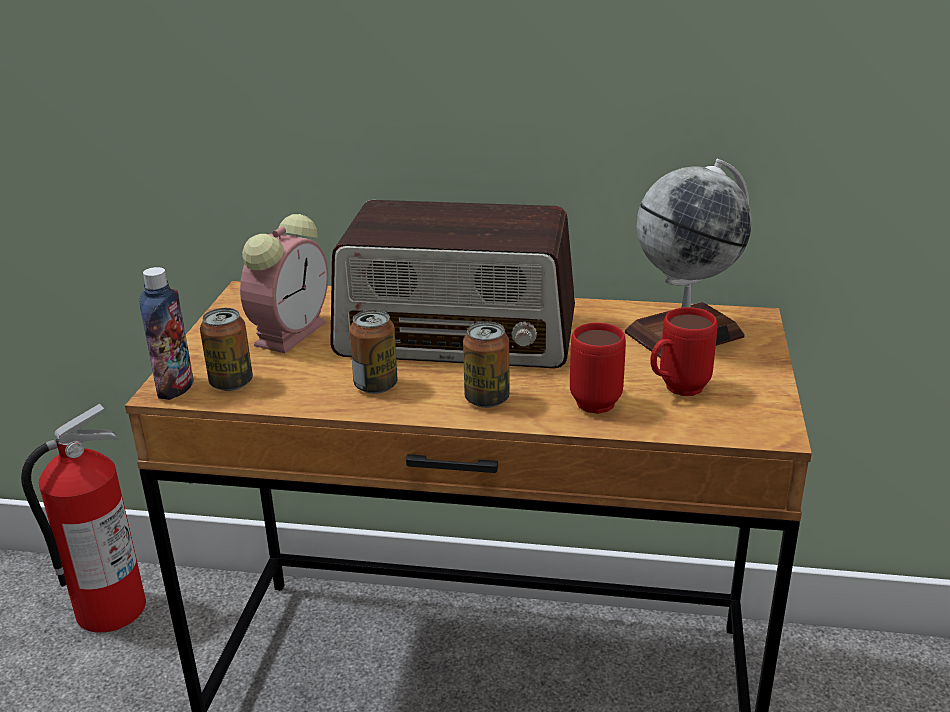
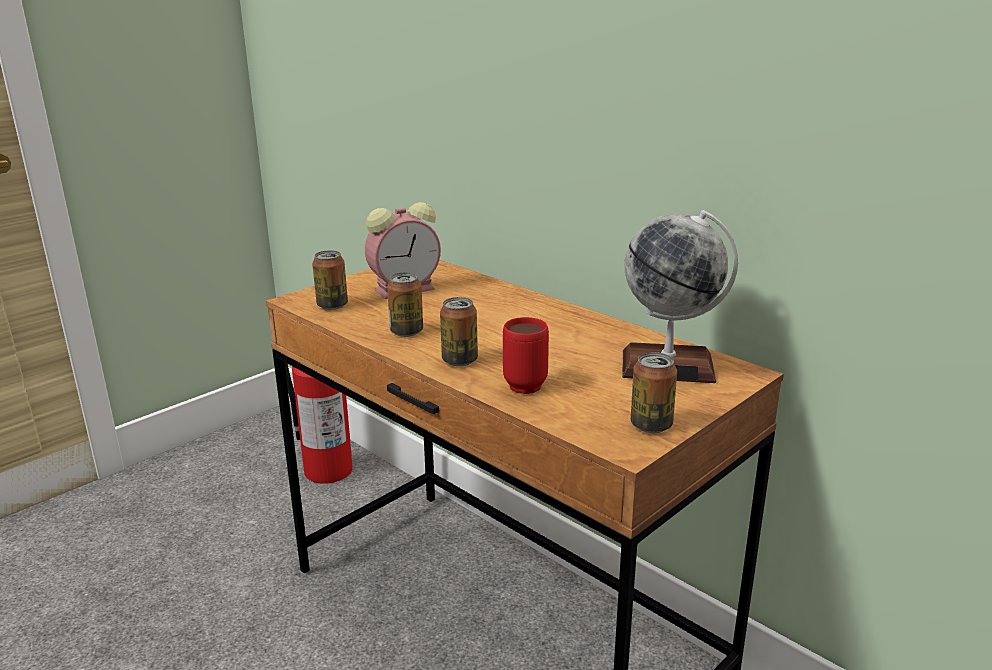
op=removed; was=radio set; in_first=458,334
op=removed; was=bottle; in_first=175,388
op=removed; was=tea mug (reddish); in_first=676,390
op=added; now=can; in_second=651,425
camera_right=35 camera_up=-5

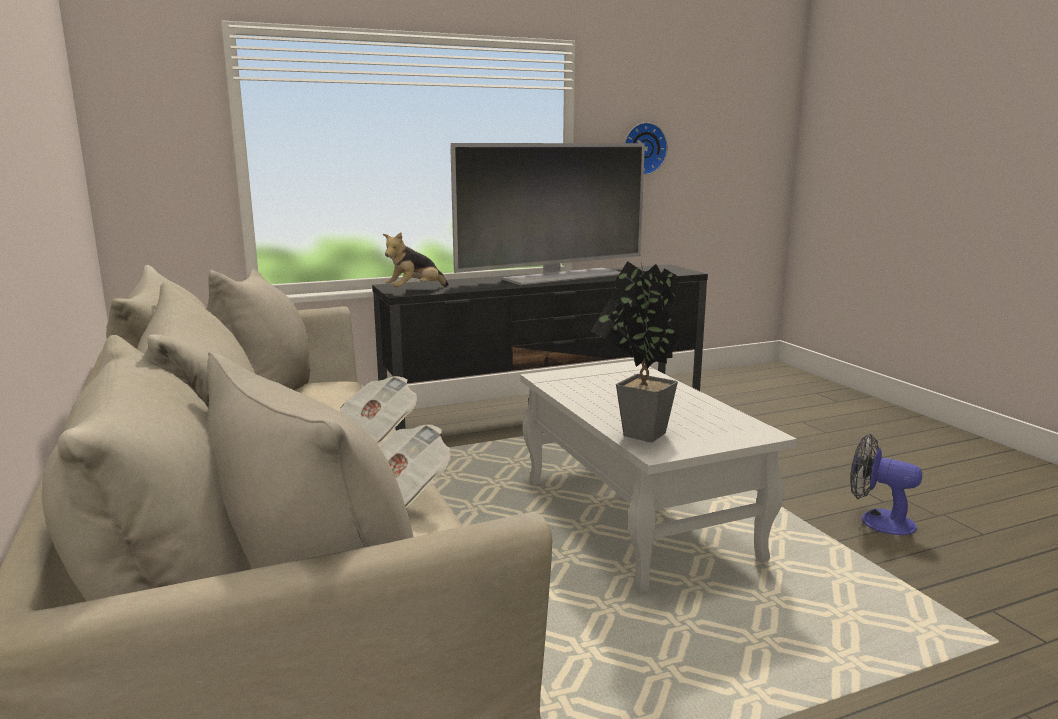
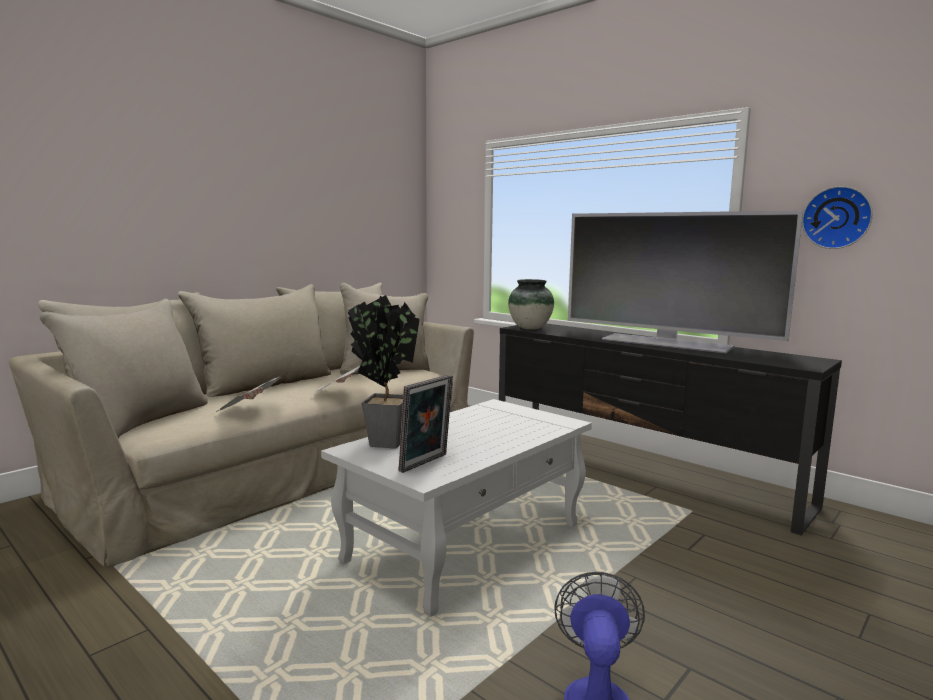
op=replaced; was=soft toy; now=vase; in_first=415,291; in_second=530,328
op=added; now=photo frame; in_second=426,463
camera_right=65 camera_up=-5

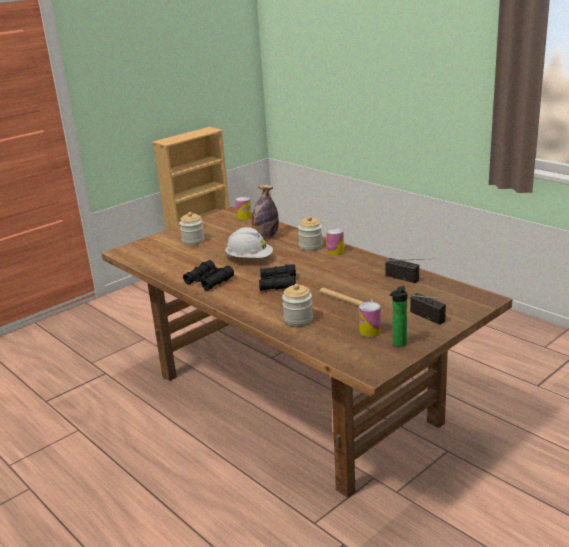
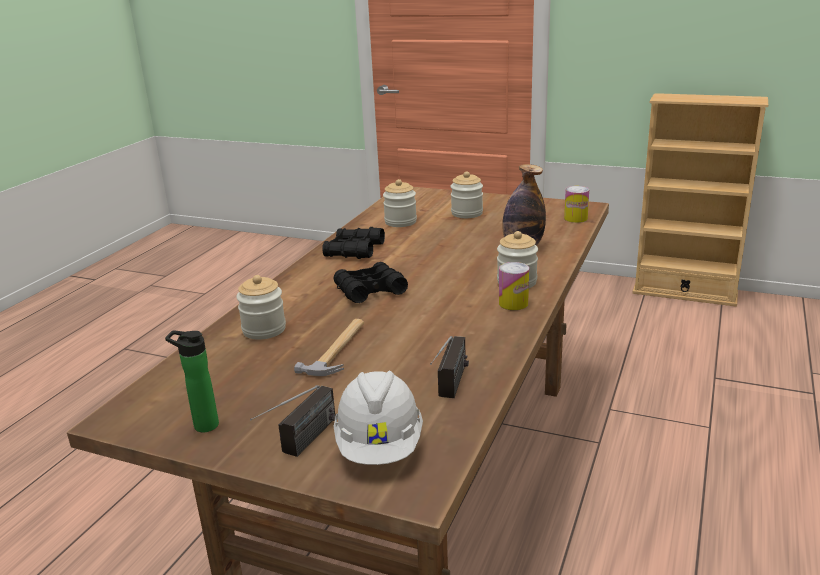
op=moved; was=safety helmet (white-coloured); in_first=249,259; in_second=380,445
op=removed; was=can; in_first=370,331
op=added; now=jar; in_second=400,222
camera_right=65 camera_up=0

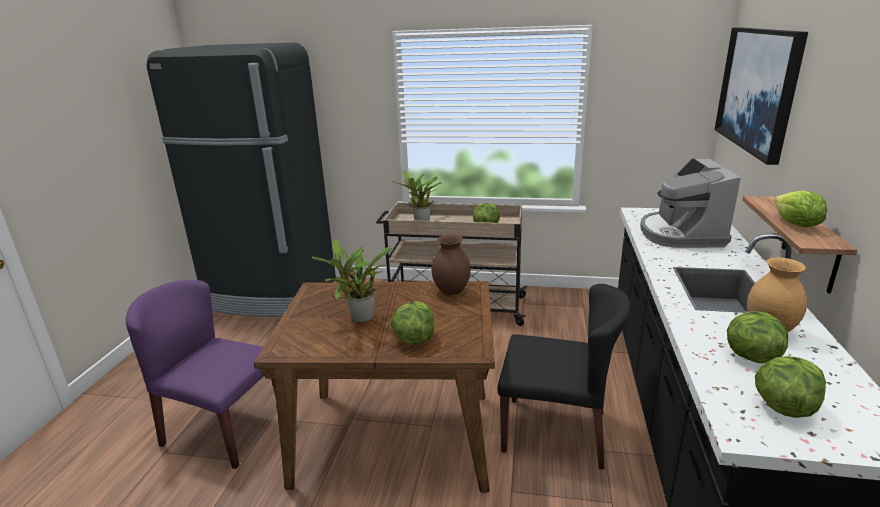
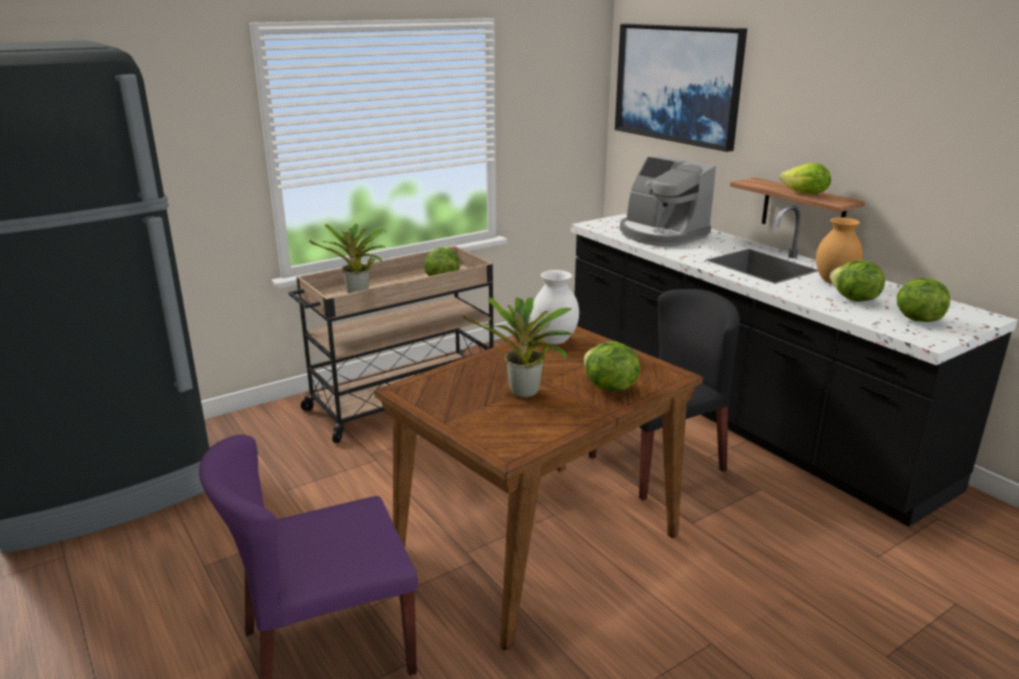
op=recoloured; was=vase (brown); now=vase (white-coloured); in_first=452,292; in_second=555,340
camera_right=-45 camera_up=0

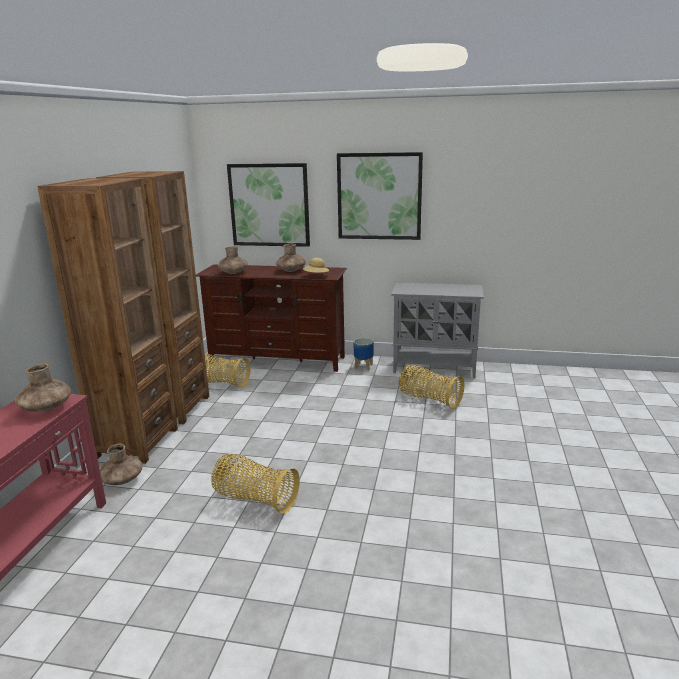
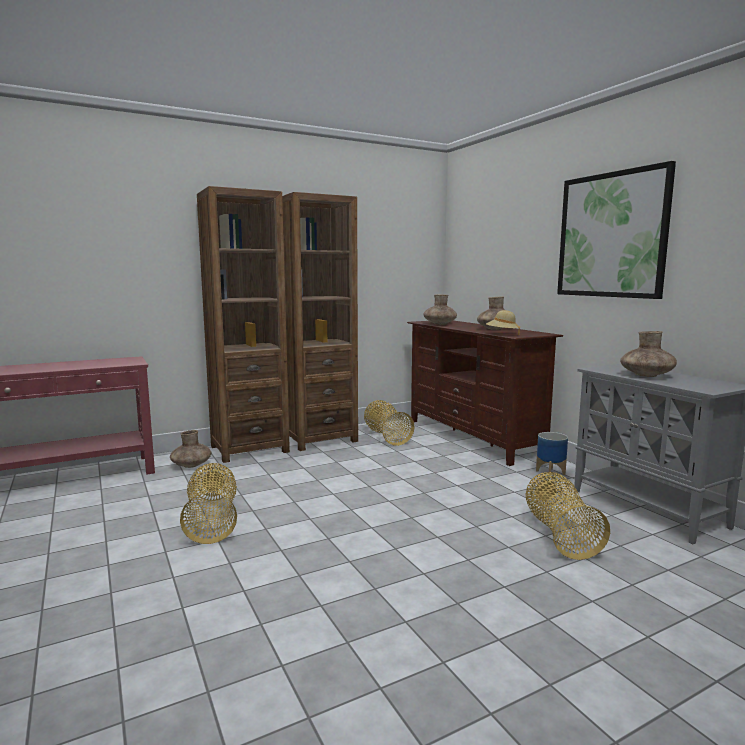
op=removed; was=wall picture; in_first=269,205
op=moved; was=vase (brown); in_first=46,408; in_second=646,375
camera_right=50 camera_up=-10

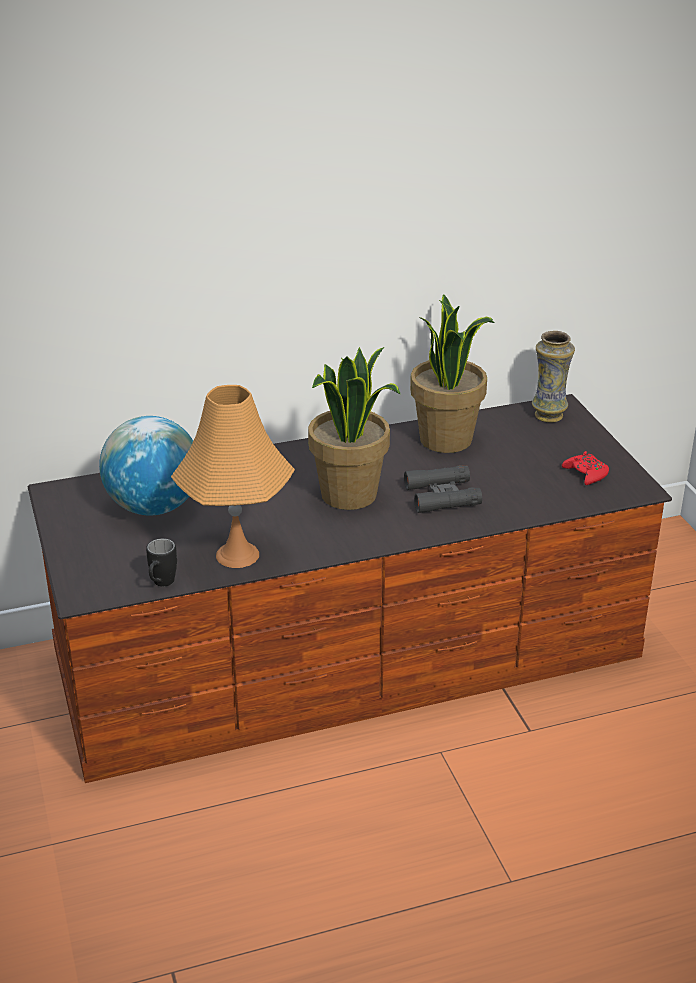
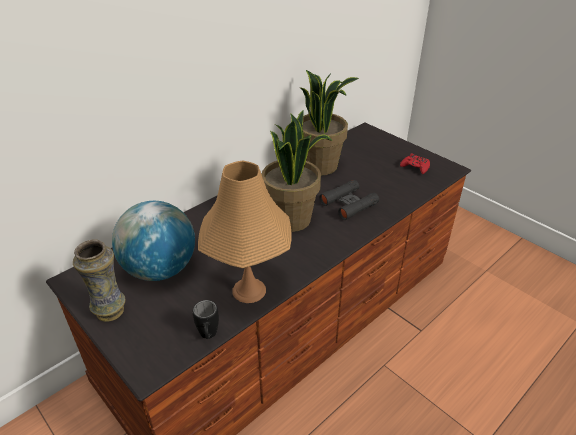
op=moved; was=vase; in_first=548,415; in_second=110,310
camera_right=-25 camera_up=5

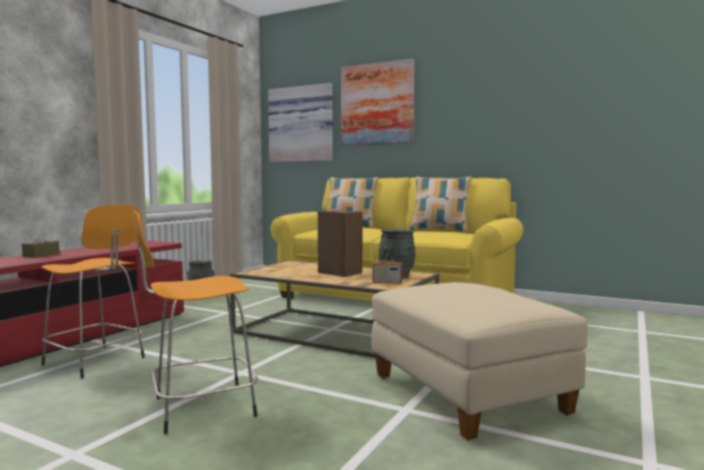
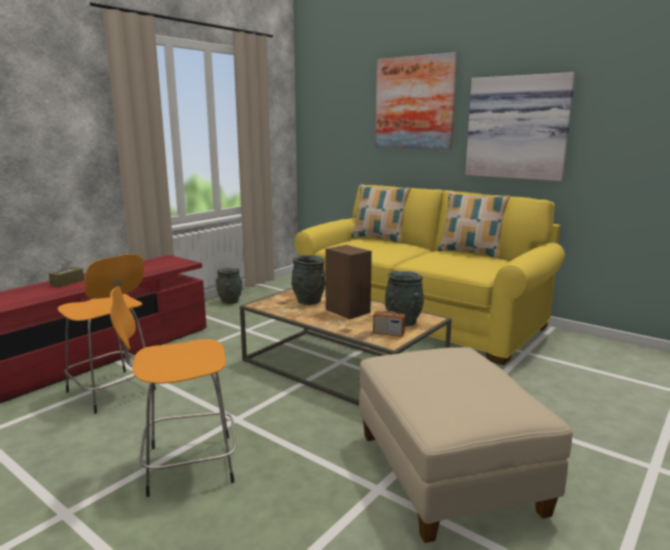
op=moved; was=wall picture; in_first=302,124; in_second=518,127
op=added; now=vase (grey); in_second=308,301
camera_right=10 camera_up=10

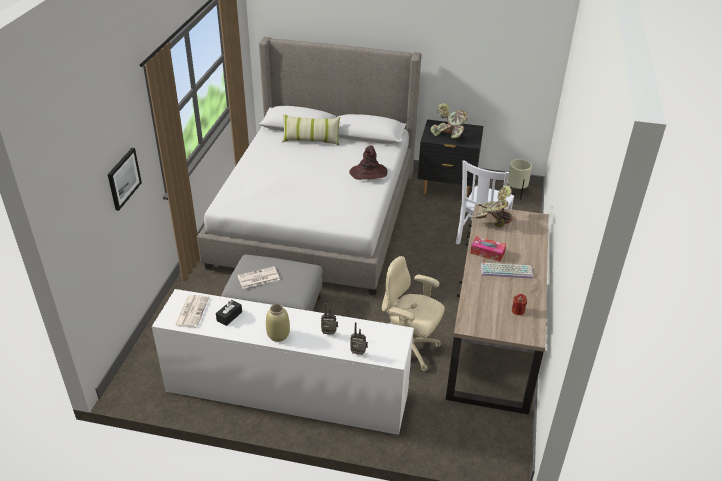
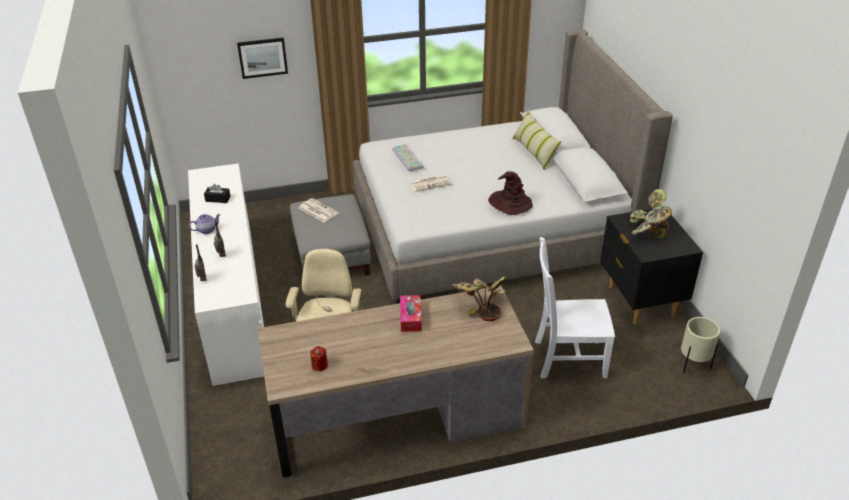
op=moved; was=keyboard; in_first=507,270; in_second=408,158
op=moved; was=daily paper; in_first=192,311; in_second=430,183
op=replaced; was=vase (sand-coloured); now=teapot; in_first=278,335; in_second=206,230
camera_right=65 camera_up=0

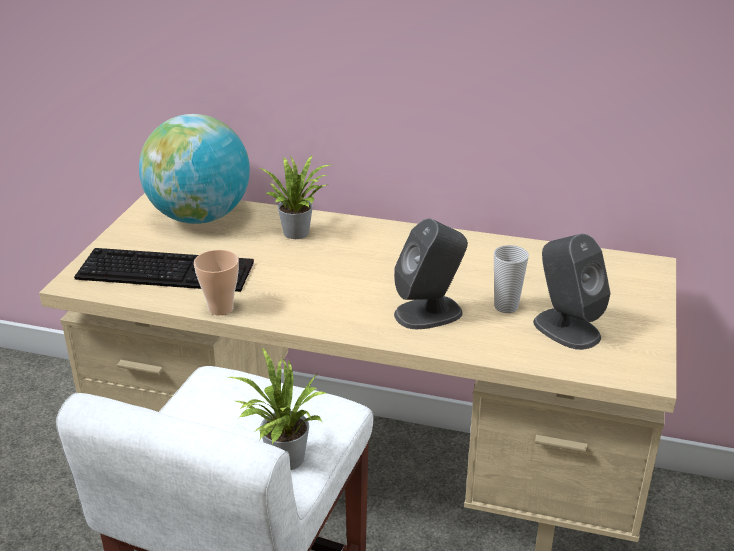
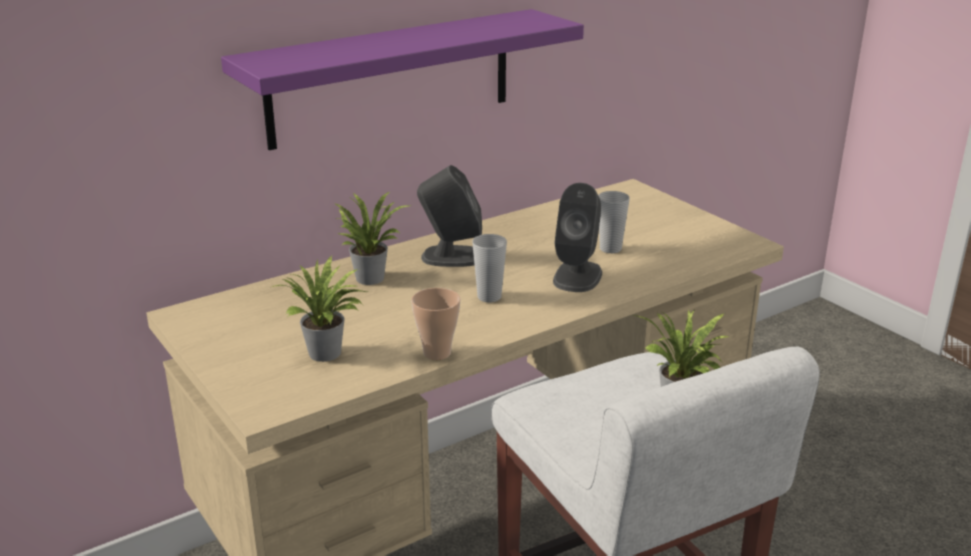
op=removed; was=world globe; in_first=200,217
op=moved; was=loudspeaker (grey); in_first=565,328; in_second=452,257
op=replaced; was=keyboard; now=plant in a pot; in_first=168,270; in_second=327,355
op=added; now=shelf (purple-coloured); in_second=391,78
op=added; now=cup; in_second=489,297
camera_right=-50 camera_up=-5

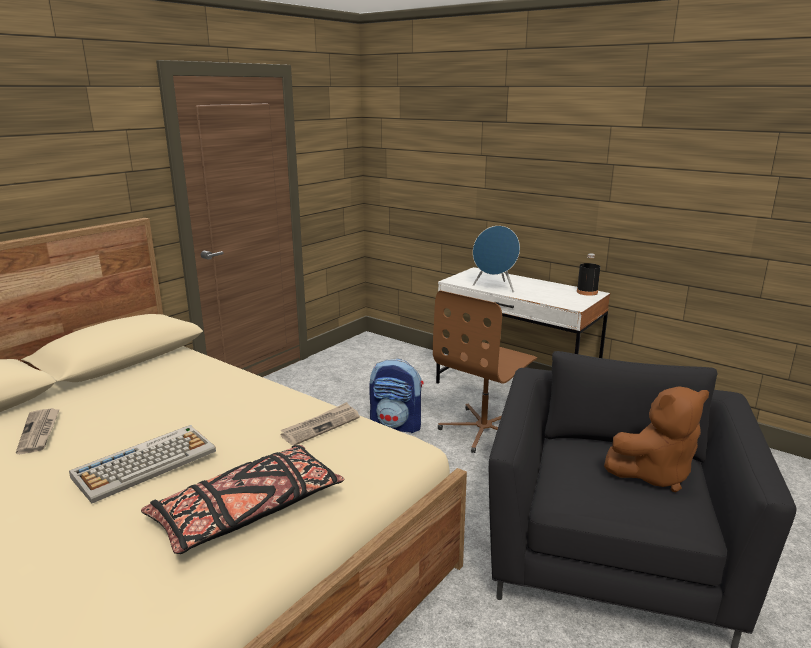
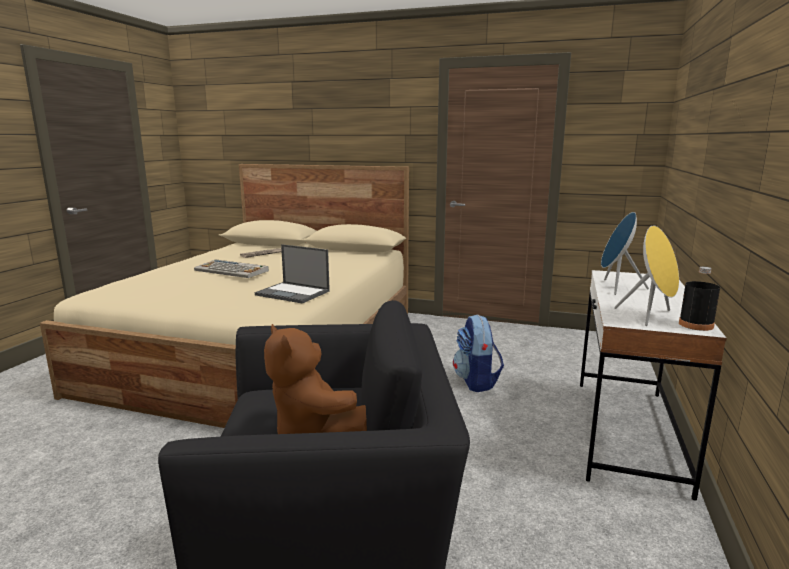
op=removed; was=computer chair (brown); in_first=484,430
op=replaced; was=daily paper; now=portable computer; in_first=321,426; in_second=293,293
op=removed; was=pillow (black); in_first=248,512
op=added; now=loudspeaker (yellow); in_second=650,316
camera_right=70 camera_up=-5

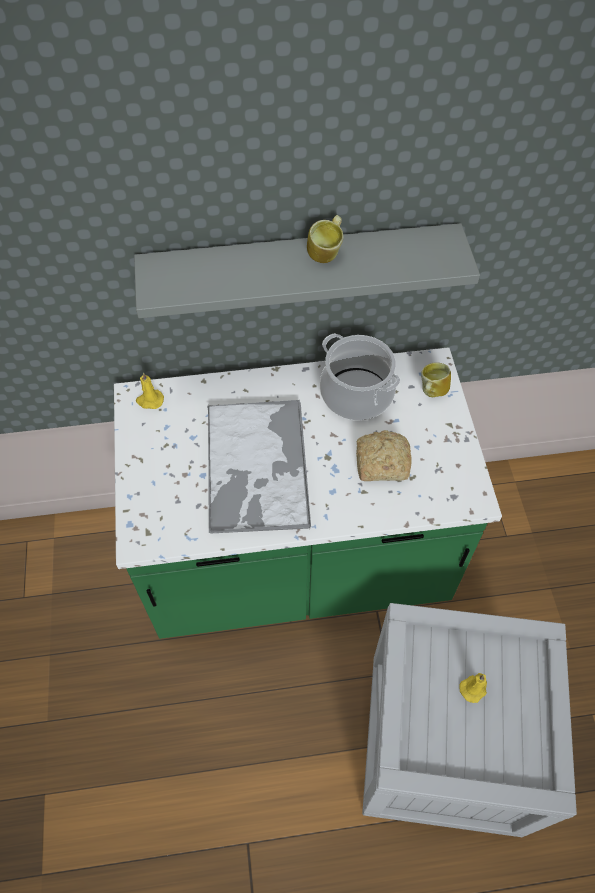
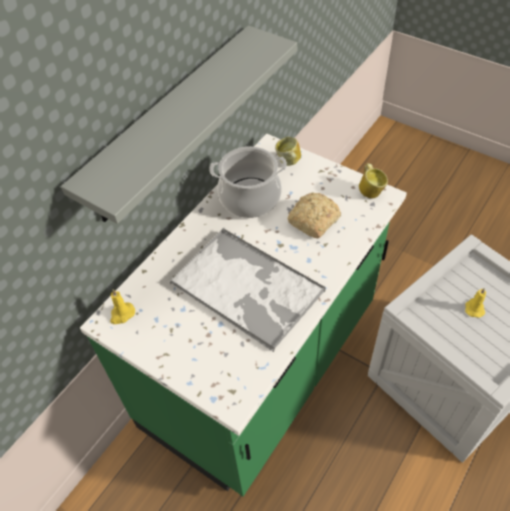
op=moved; was=tea mug; in_first=327,254; in_second=370,190
camera_right=-45 camera_up=-5

